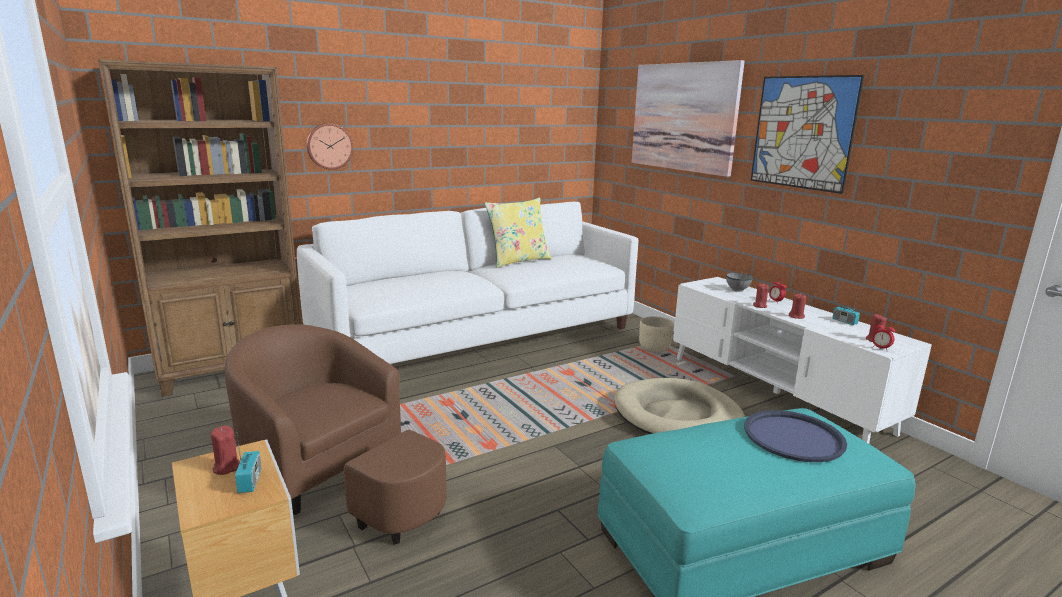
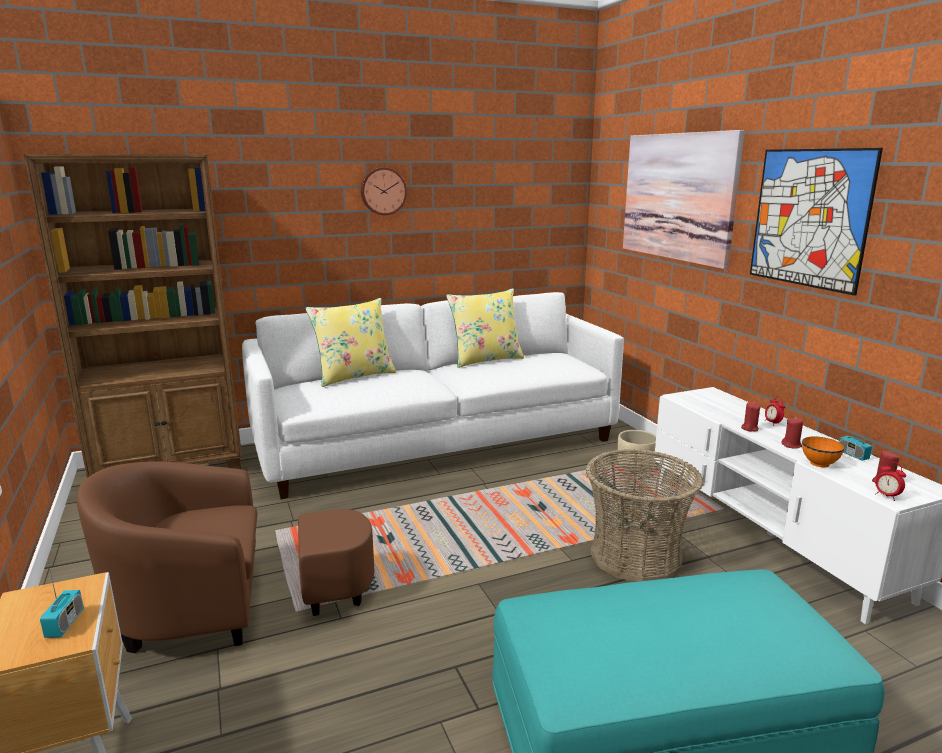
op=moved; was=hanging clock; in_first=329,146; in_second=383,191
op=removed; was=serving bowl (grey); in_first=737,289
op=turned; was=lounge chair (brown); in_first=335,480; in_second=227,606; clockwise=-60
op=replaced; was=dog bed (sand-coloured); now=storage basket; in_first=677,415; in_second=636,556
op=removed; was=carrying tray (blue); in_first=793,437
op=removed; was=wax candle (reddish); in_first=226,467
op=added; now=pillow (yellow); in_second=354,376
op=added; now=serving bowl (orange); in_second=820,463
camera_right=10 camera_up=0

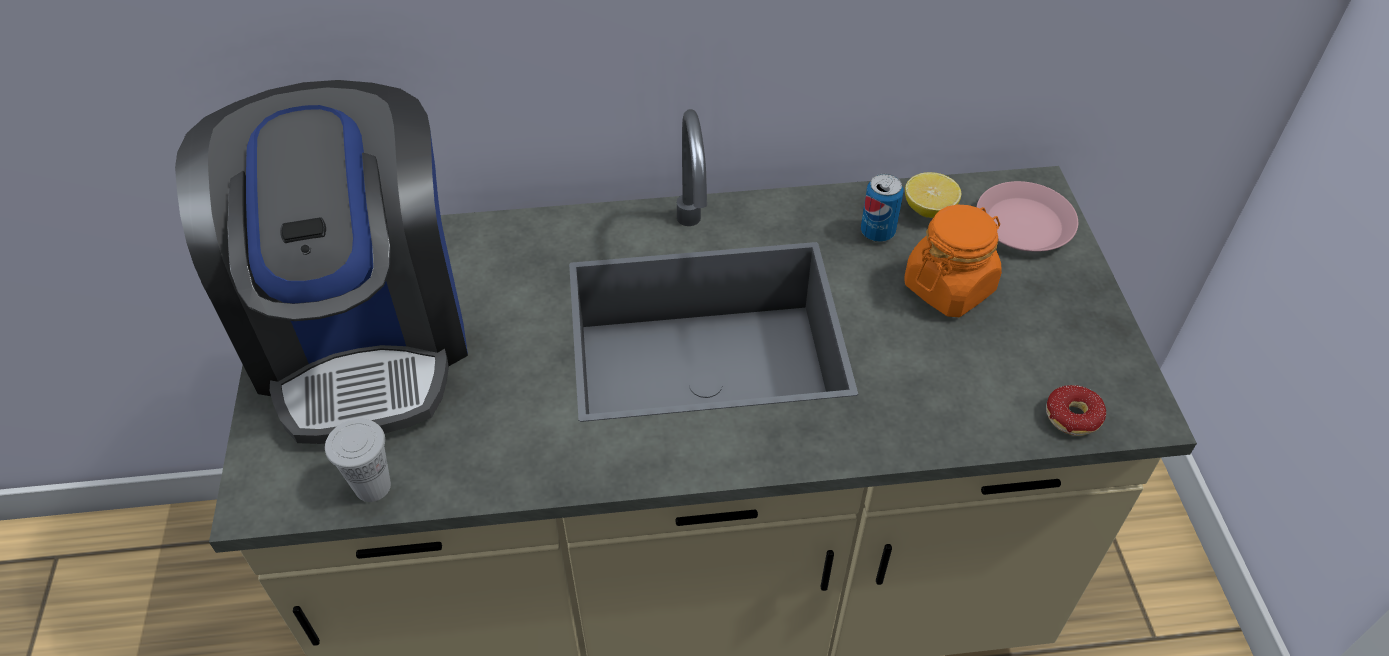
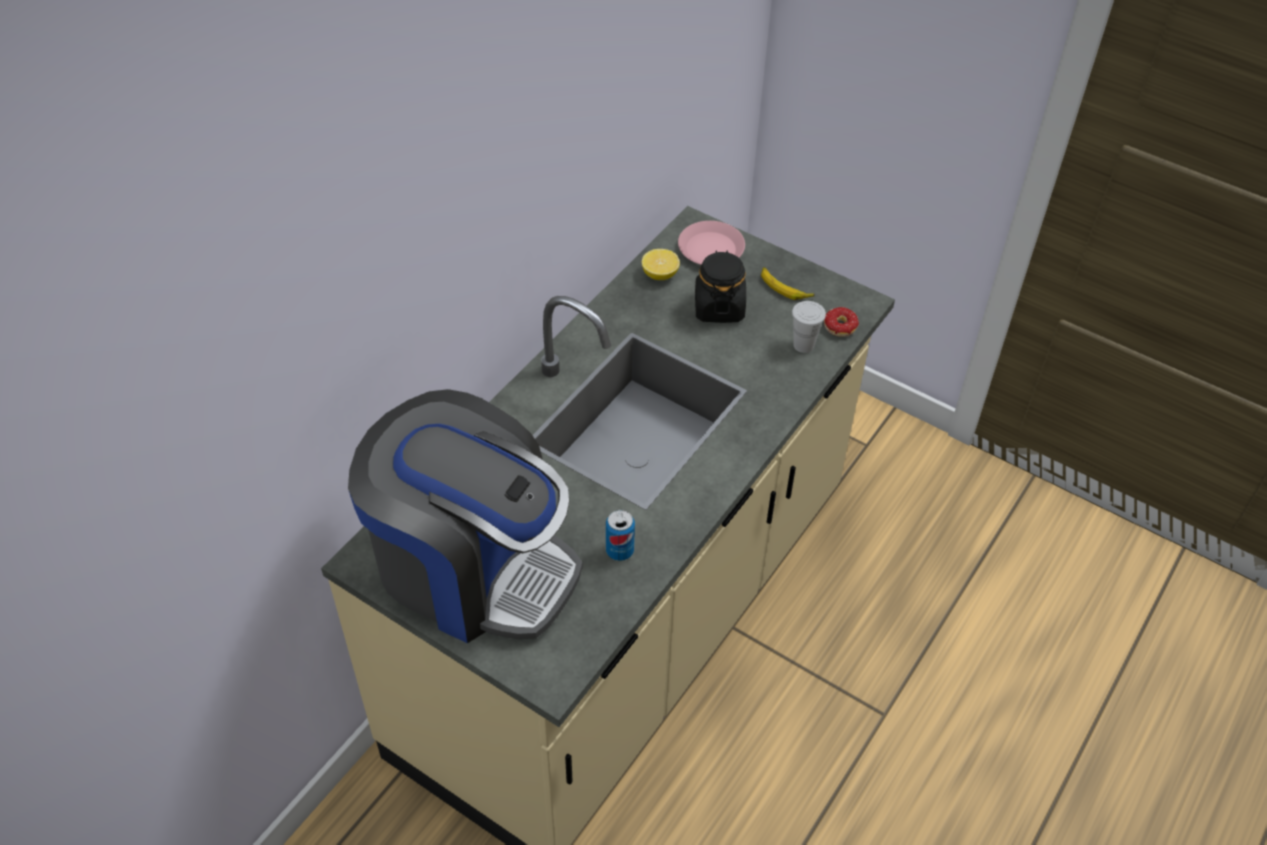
op=moved; was=can; in_first=877,232; in_second=619,551
op=recoloured; was=jar (orange); now=jar (black); in_first=949,287; in_second=719,307
op=moved; was=cup (white-coloured); in_first=372,486; in_second=803,345
op=added; now=whole banana; in_second=784,288
camera_right=-50 camera_up=0

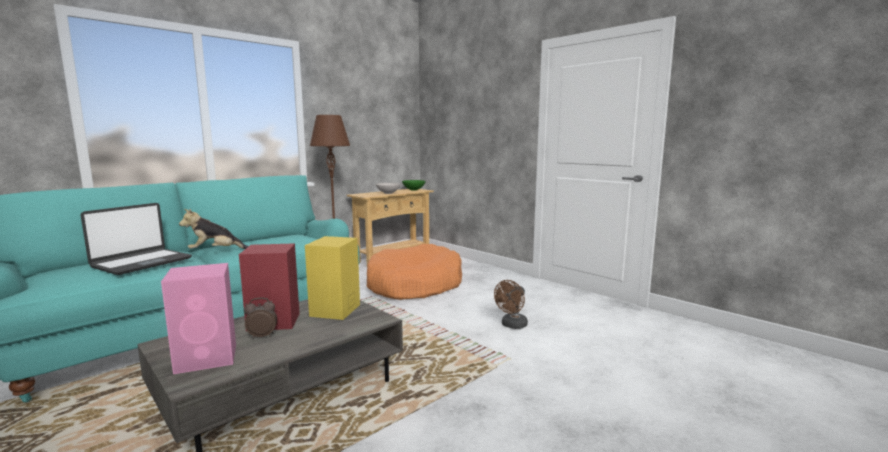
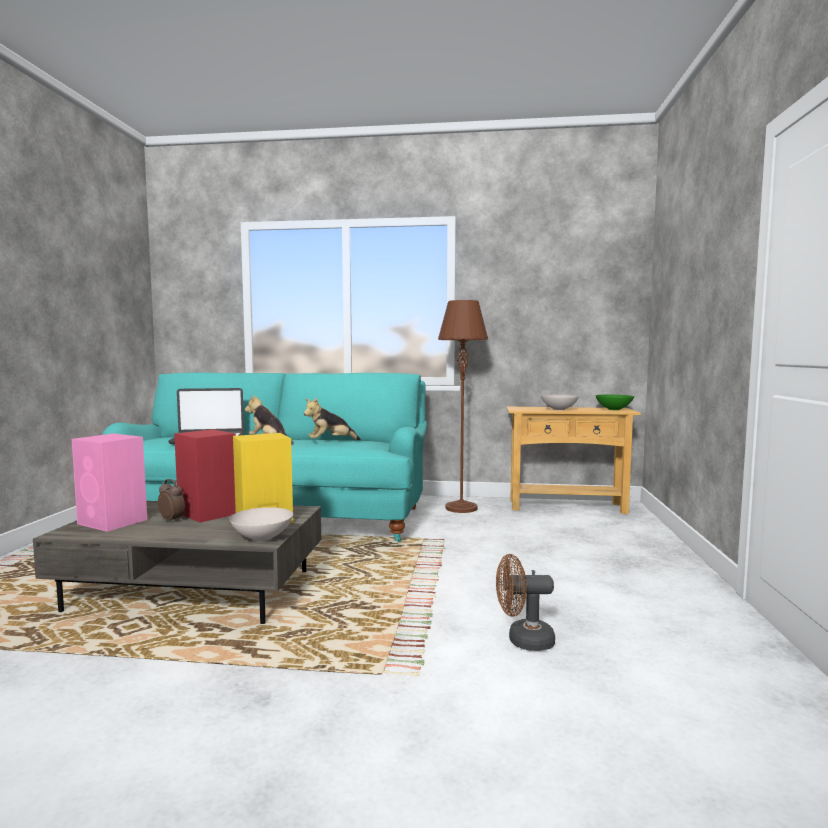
op=removed; was=dog bed (orange); in_first=414,285
op=added; now=soft toy; in_second=330,442
op=added; now=serving bowl (white-coloured); in_second=261,538
camera_right=50 camera_up=-5

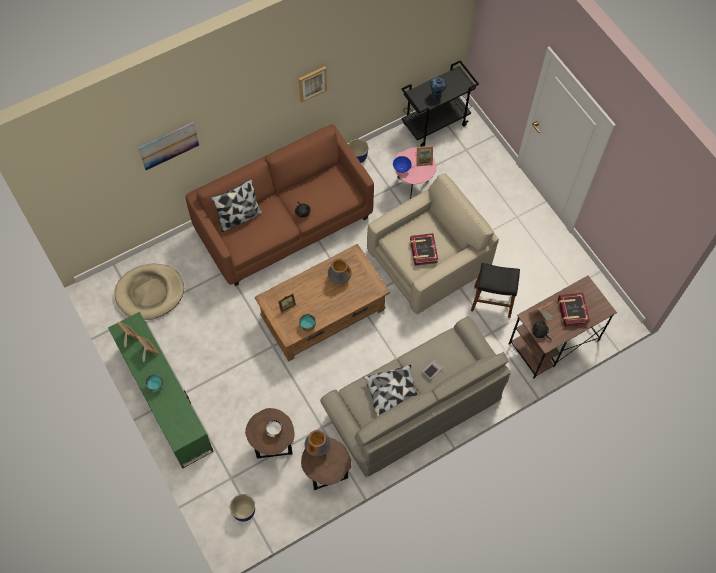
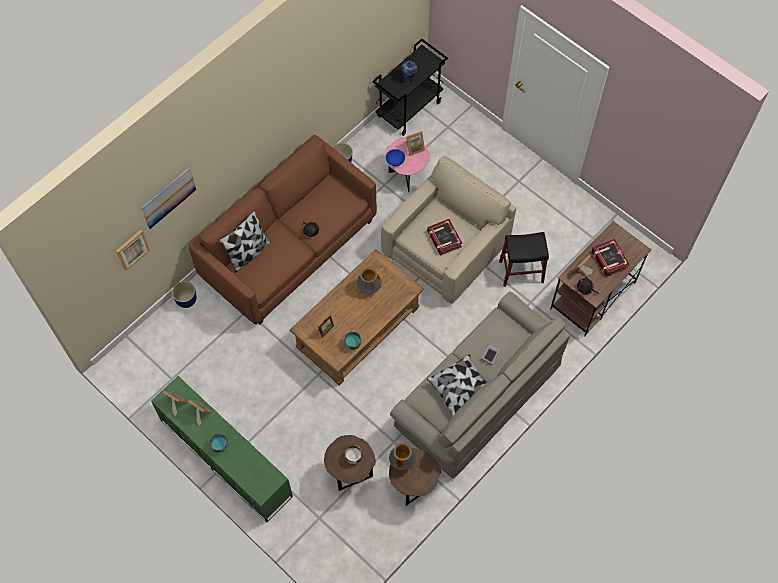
op=moved; was=wall picture; in_first=312,83; in_second=132,249
op=removed; was=dog bed (sand-coloured); in_first=150,293
op=moved; was=planter; in_first=244,511; in_second=186,300
camera_right=-15 camera_up=0

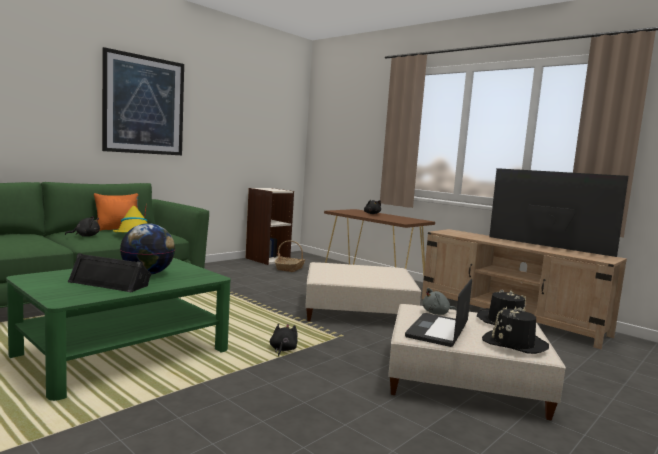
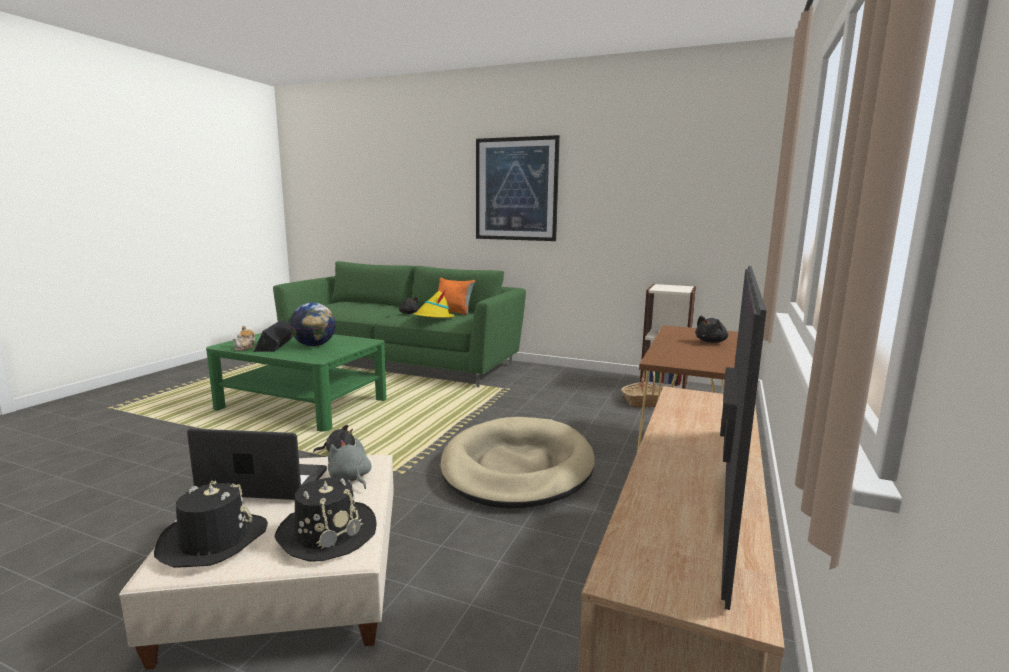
op=replaced; was=footrest (sand-coloured); now=dog bed (sand-coloured); in_first=358,310; in_second=517,468
op=added; now=teapot; in_second=245,348
camera_right=70 camera_up=5

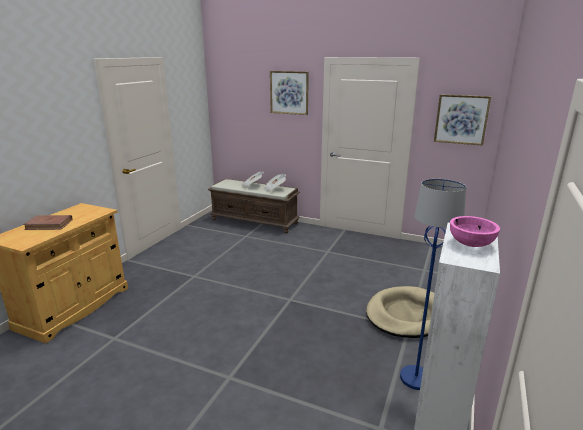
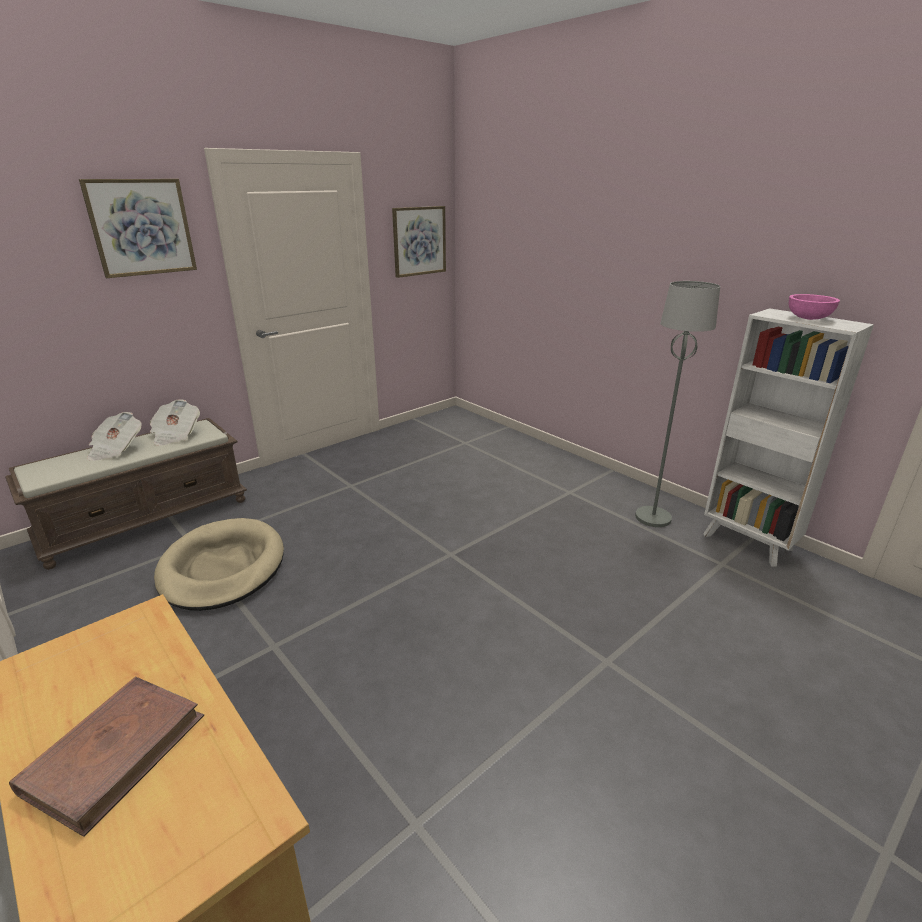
op=recoloured; was=standard lamp (blue); now=standard lamp (grey); in_first=416,378; in_second=653,517
op=moved; was=dog bed (sand-coloured); in_first=406,315; in_second=222,568
camera_right=-65 camera_up=5

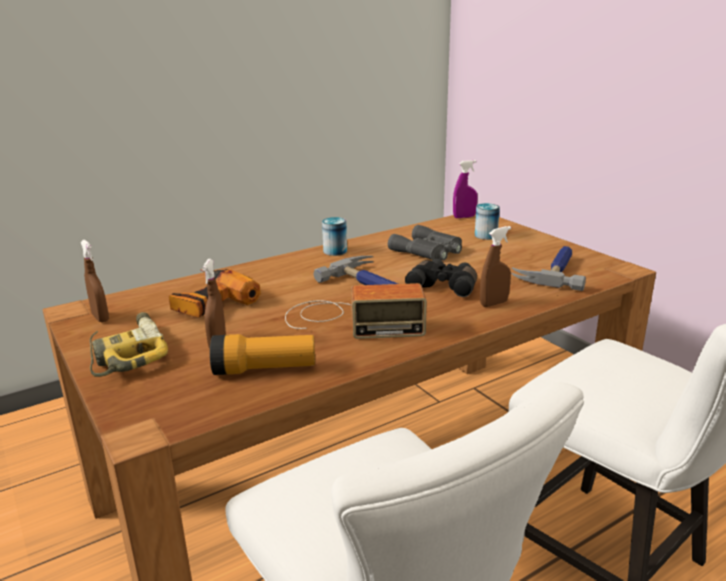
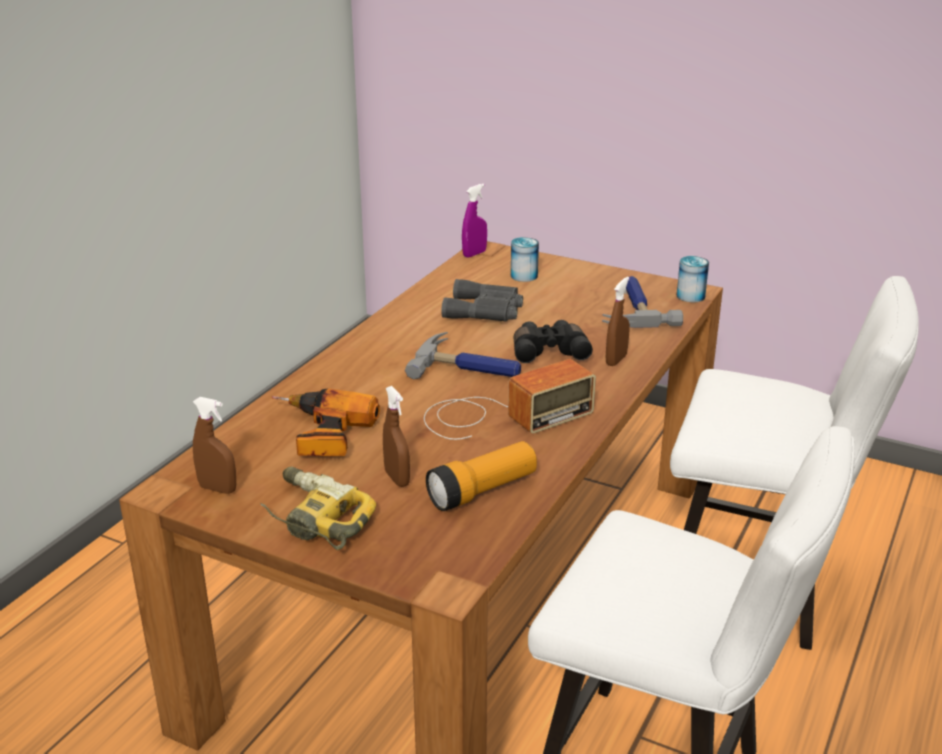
op=moved; was=can; in_first=335,251; in_second=690,296
camera_right=-30 camera_up=5

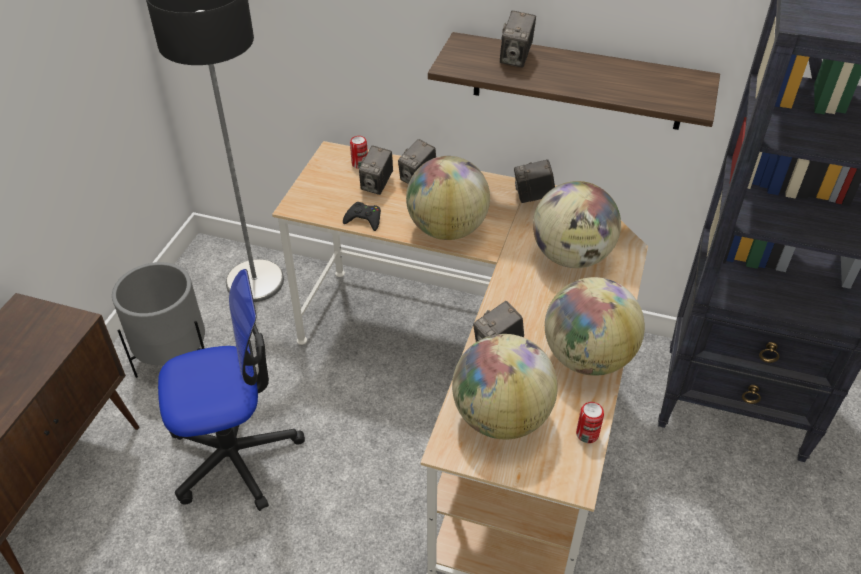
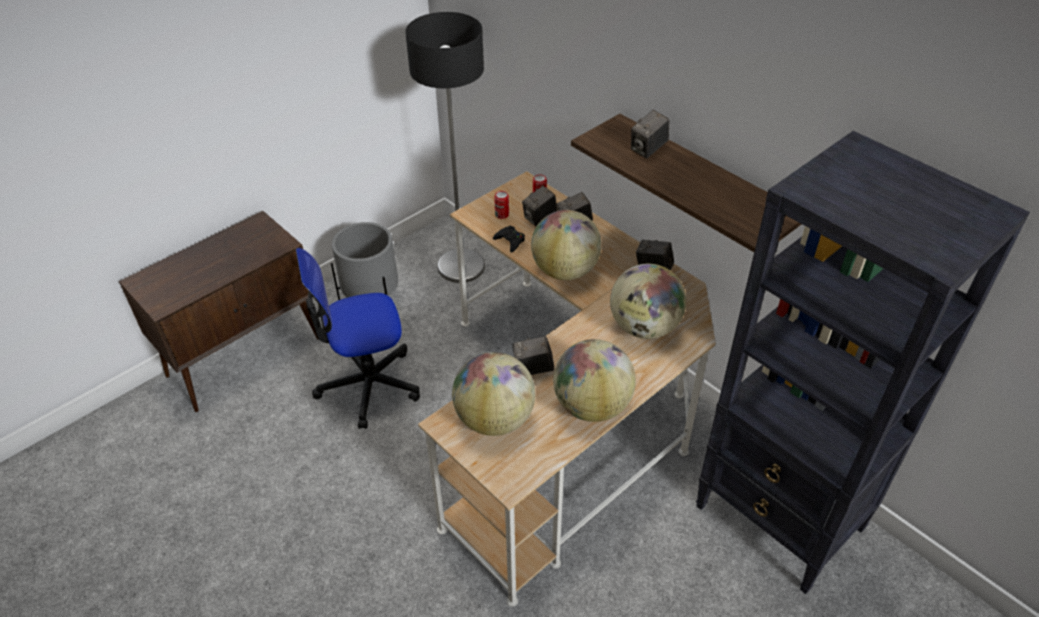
op=turned; was=computer chair; in_first=235,455; in_second=368,385; clockwise=150
op=moved; was=can; in_first=587,434; in_second=502,215
camera_right=30 camera_up=0

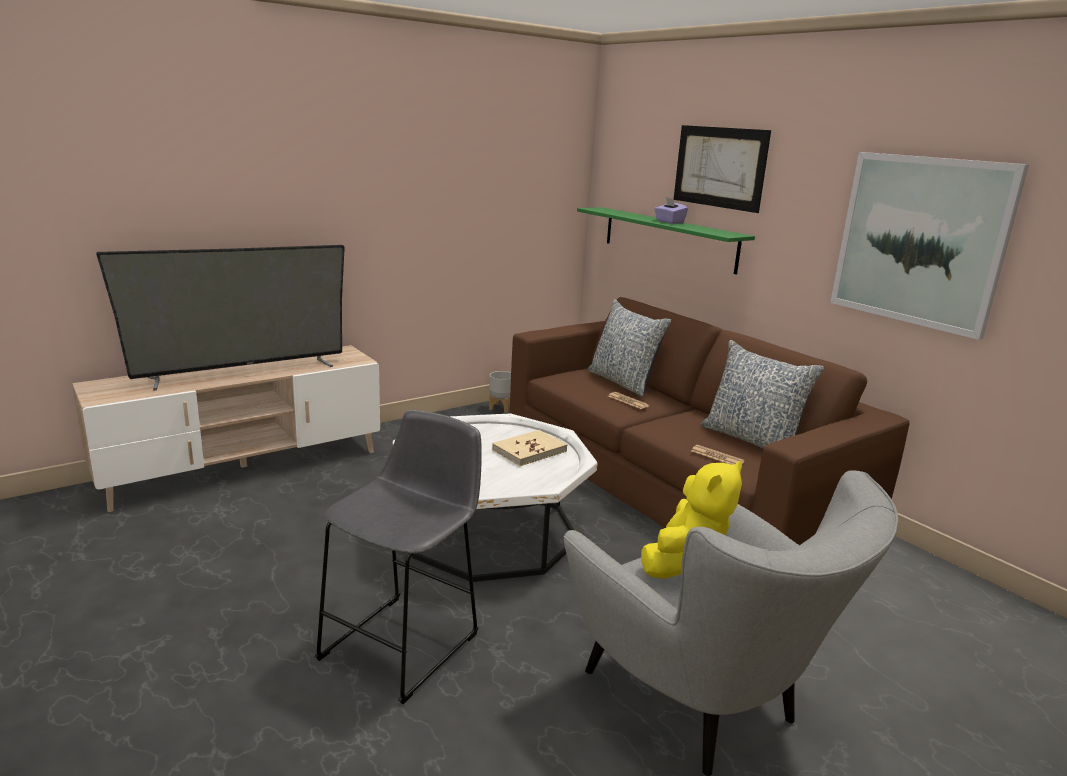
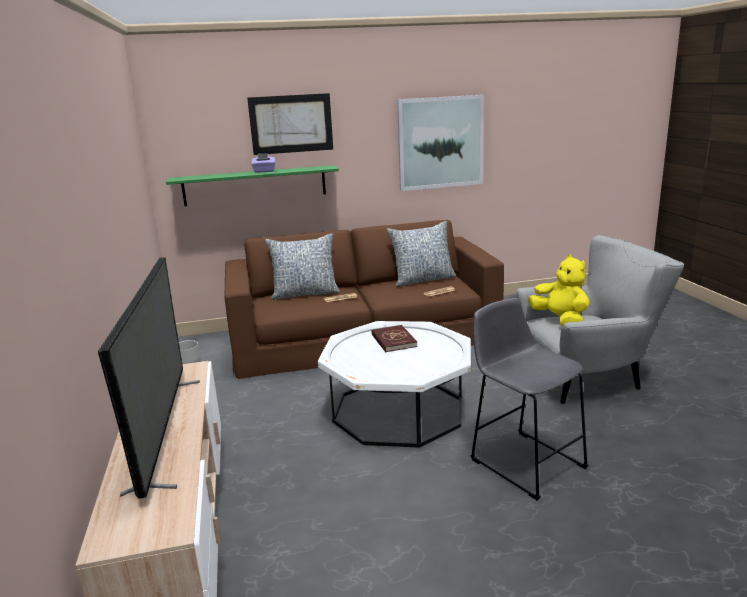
op=recoloured; was=book (sand-coloured); now=book (reddish); in_first=529,450; in_second=393,341
camera_right=-65 camera_up=0

